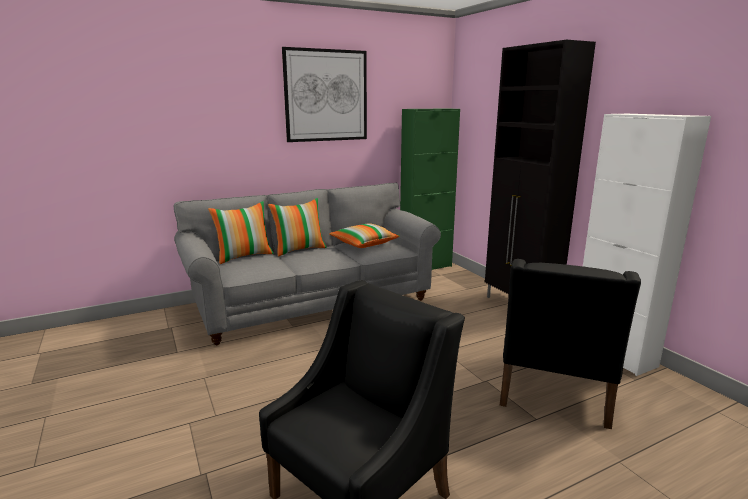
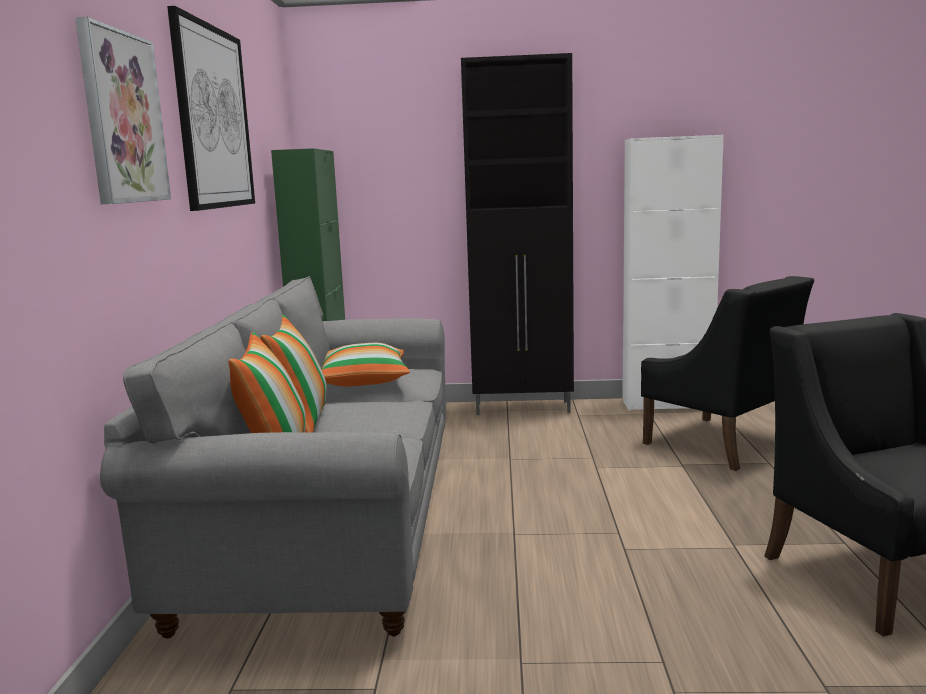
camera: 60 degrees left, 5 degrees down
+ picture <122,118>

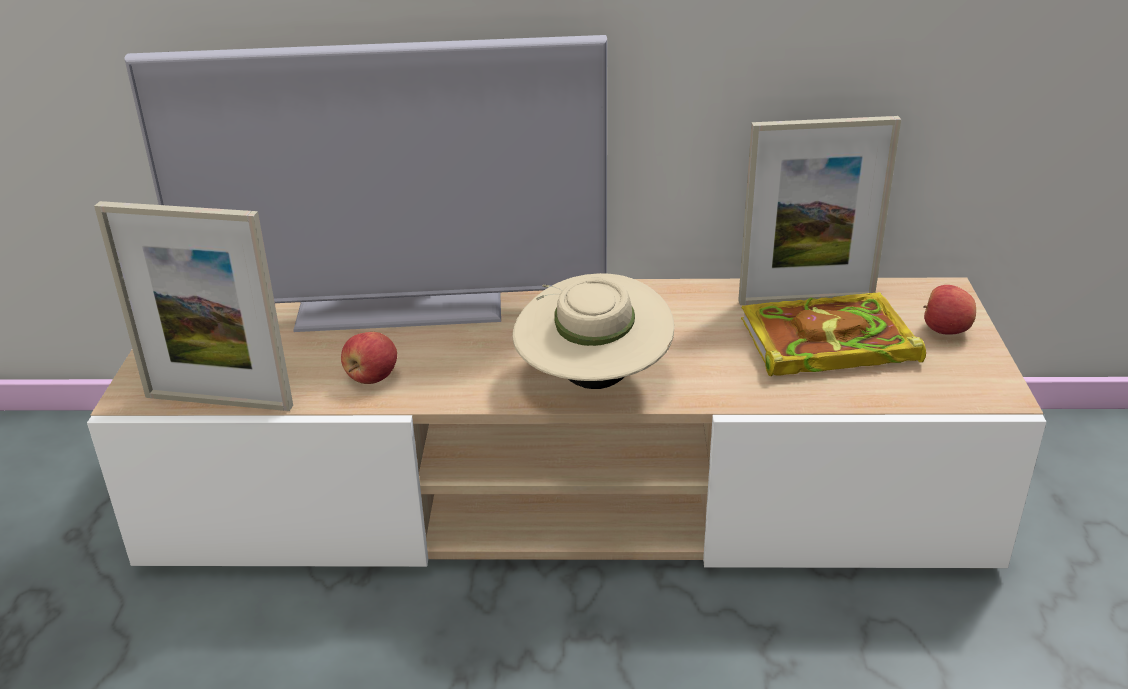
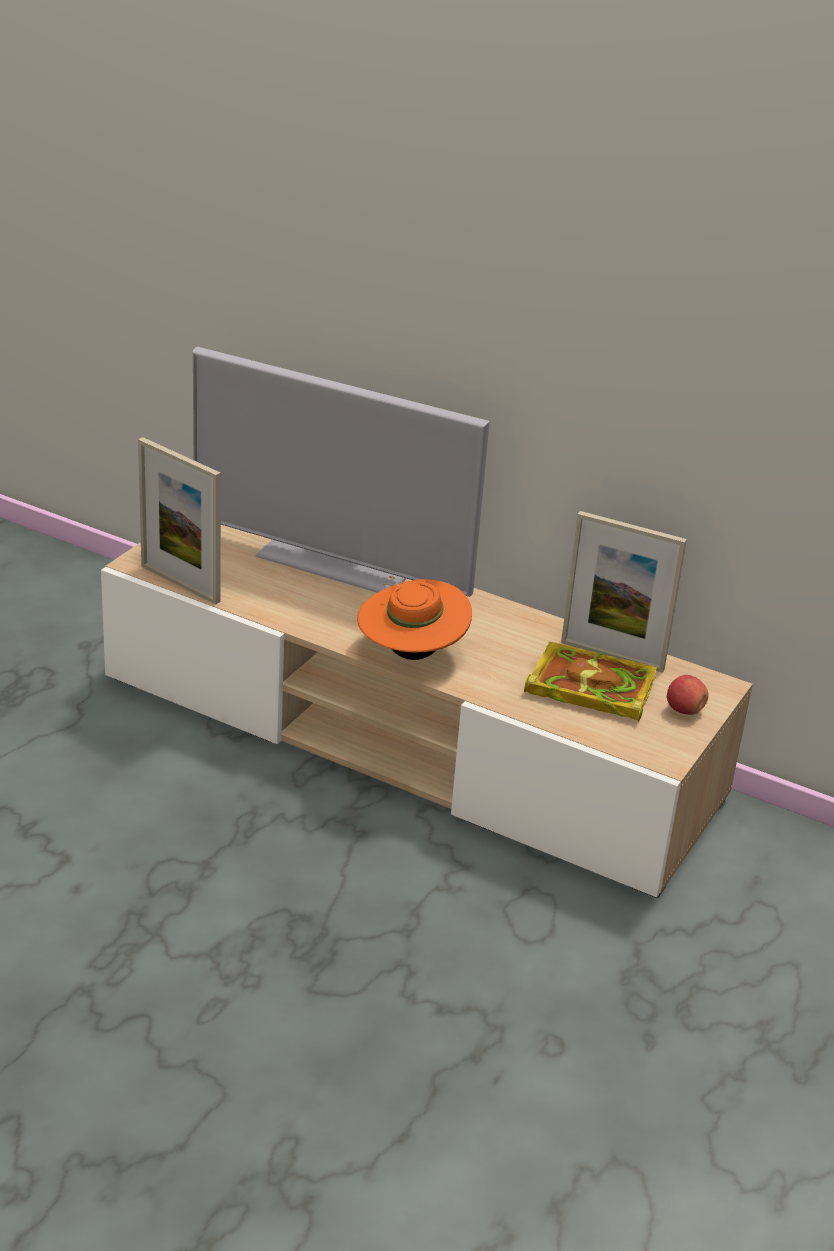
camera: 25 degrees right, 0 degrees up
~ hat in beige <592,380> to hat in orange <411,653>
- apple fruit <371,378>

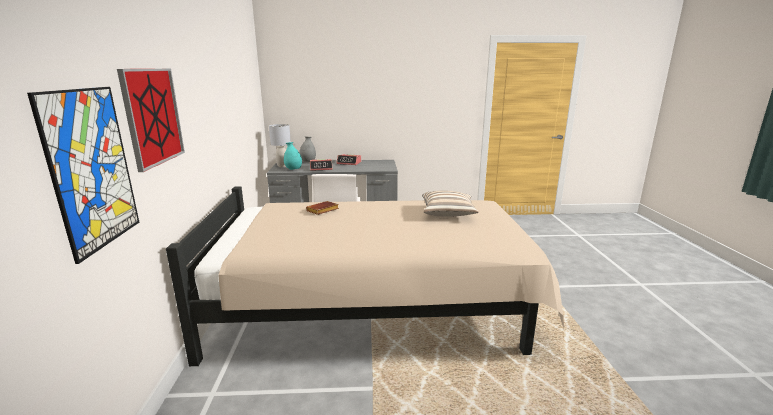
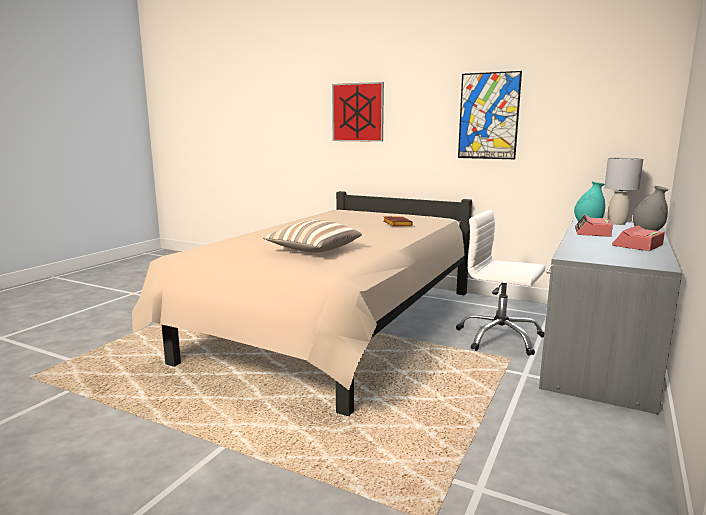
camera: 120 degrees right, 5 degrees down
~ picture <92,169> to <488,116>

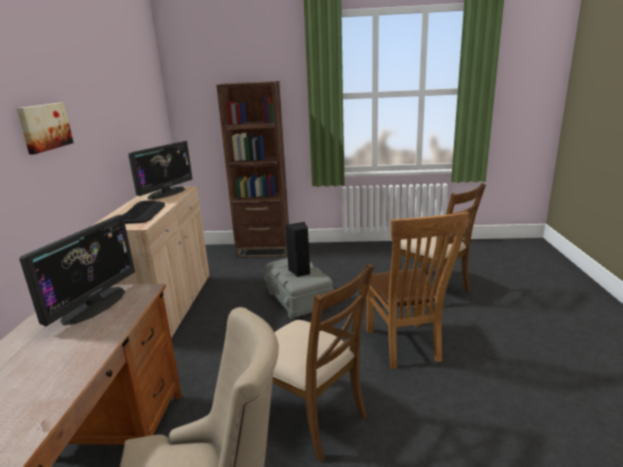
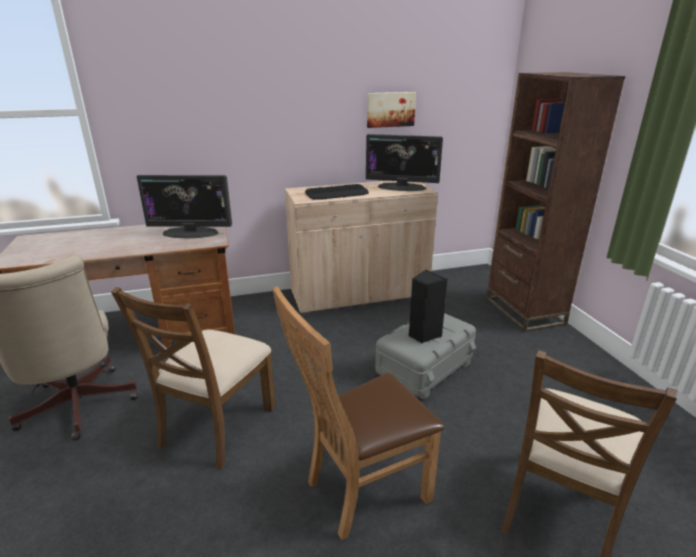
camera: 70 degrees right, 5 degrees up
~ picture <44,127> to <390,109>

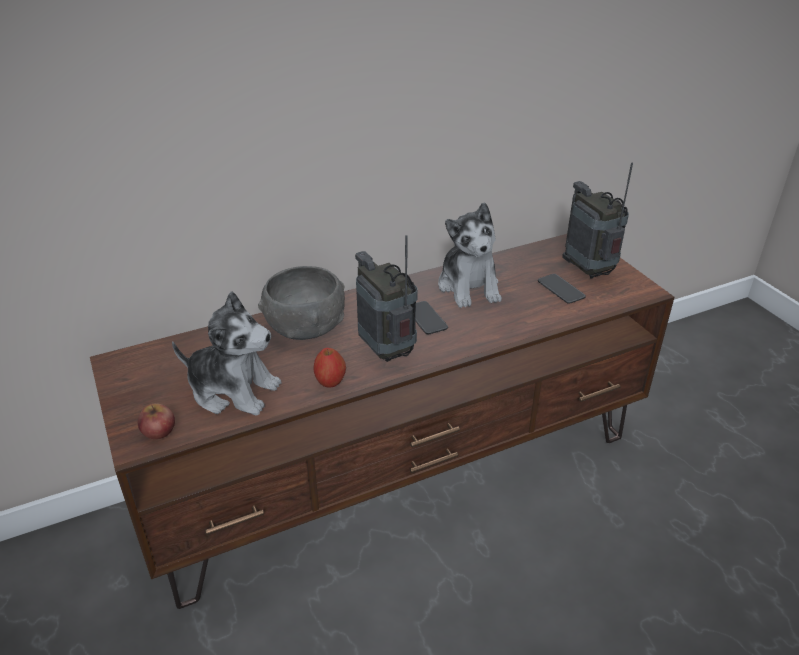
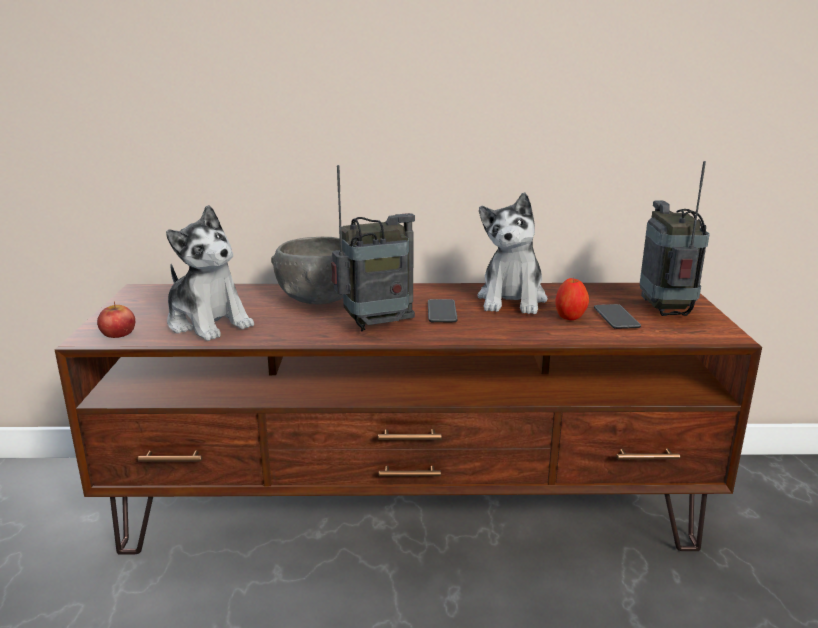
camera: 25 degrees right, 15 degrees down
~ radio set <387,351> = <376,326> 75 degrees clockwise
~ apple fruit <330,381> to <570,317>

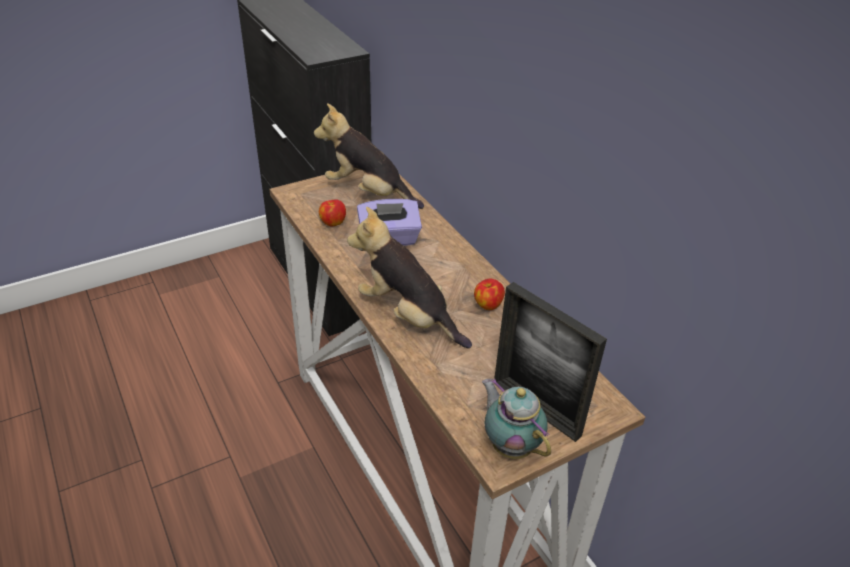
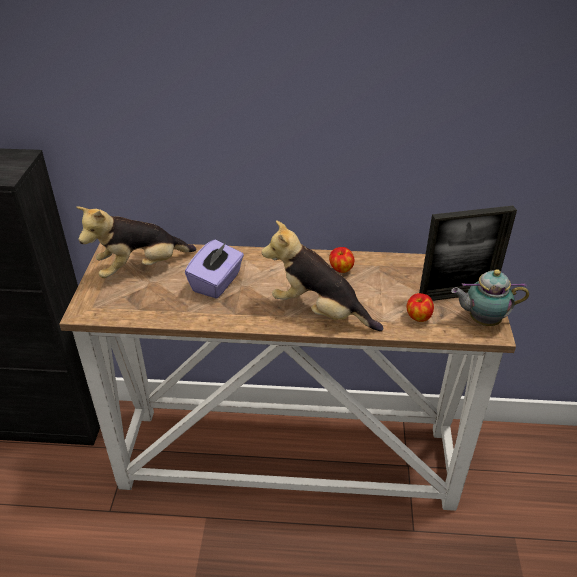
camera: 55 degrees left, 0 degrees up
~ apple fruit <333,222> to <418,317>
~ cuddly toy <408,316> = <319,312> 45 degrees clockwise

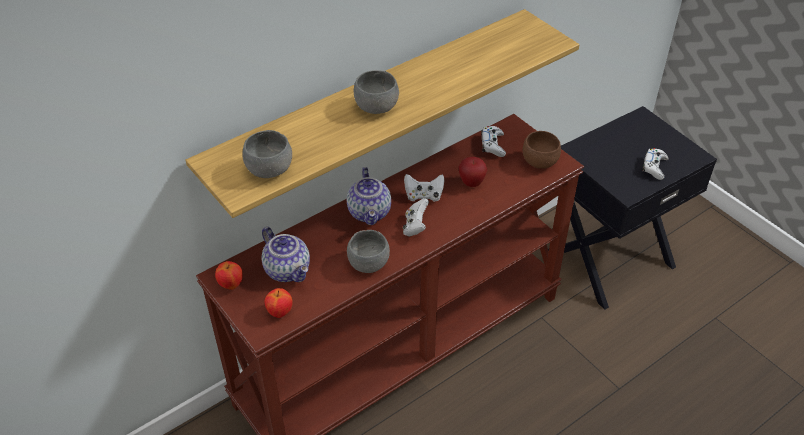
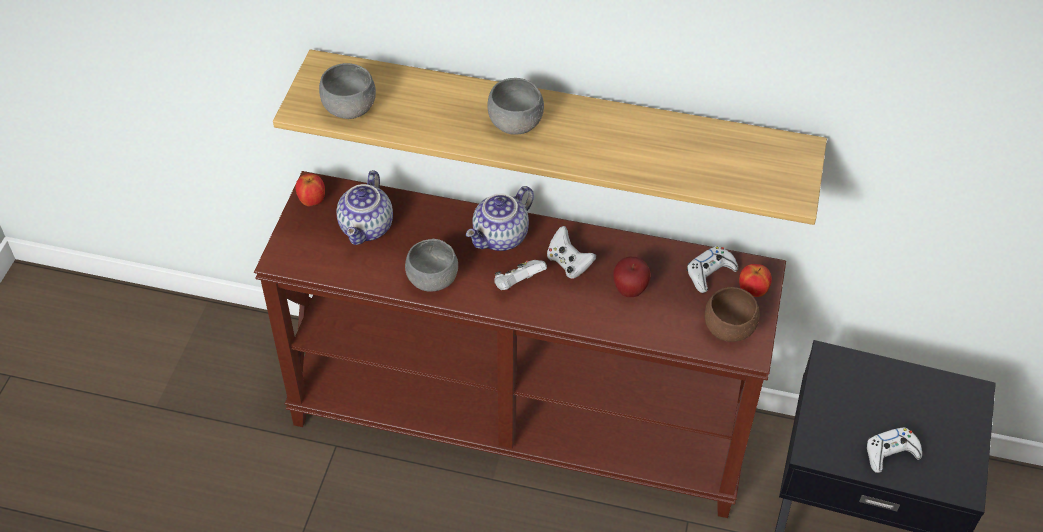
camera: 50 degrees right, 5 degrees up
~ apple fruit <280,312> to <752,292>

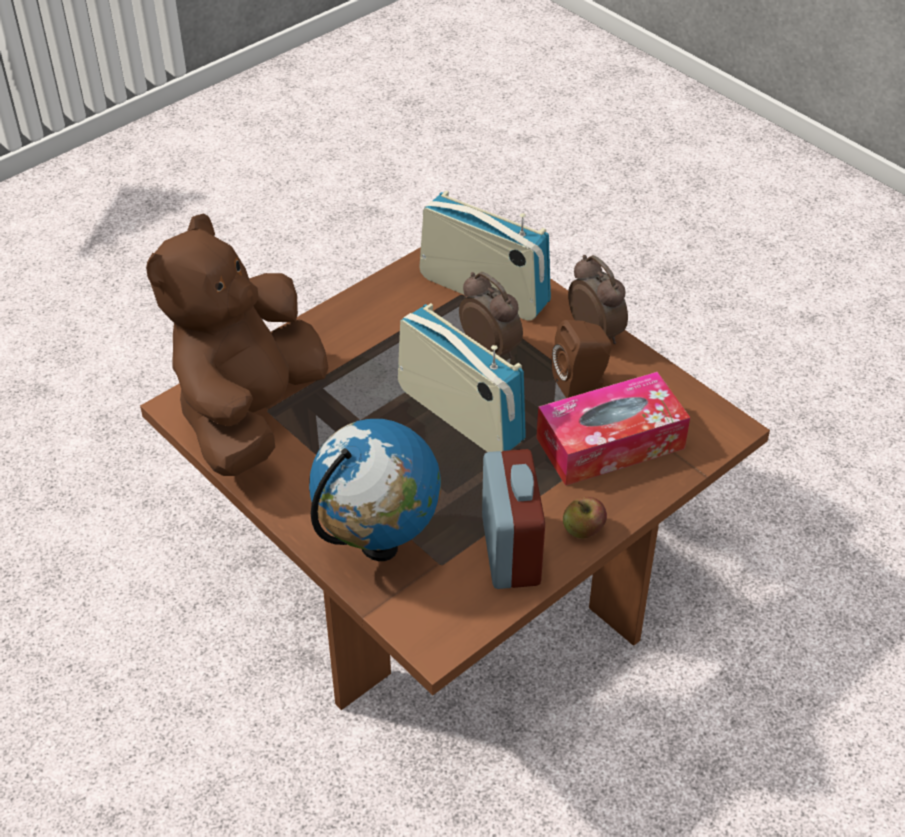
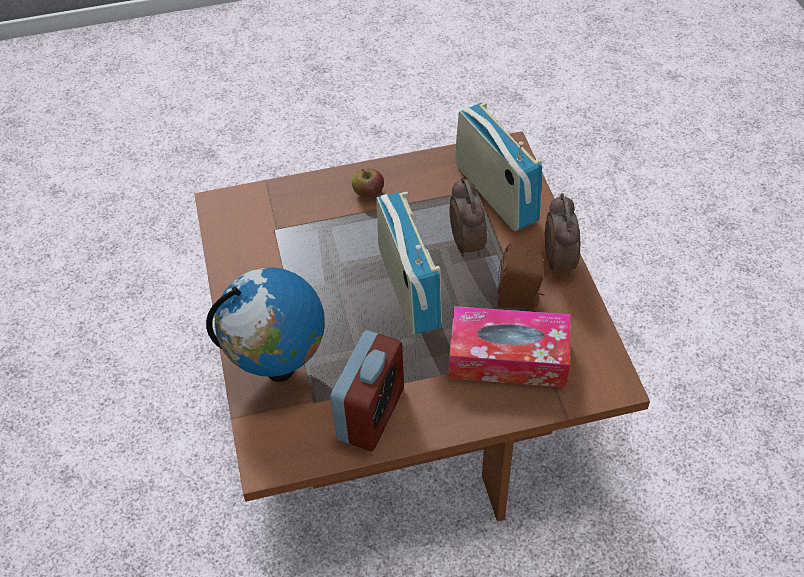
camera: 30 degrees right, 5 degrees up
- cuddly toy in brown <249,414>
~ apple fruit <583,530> to <368,192>

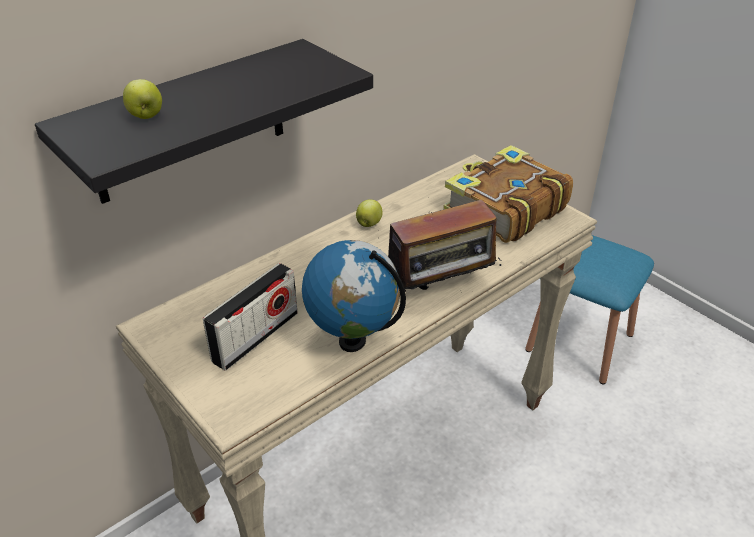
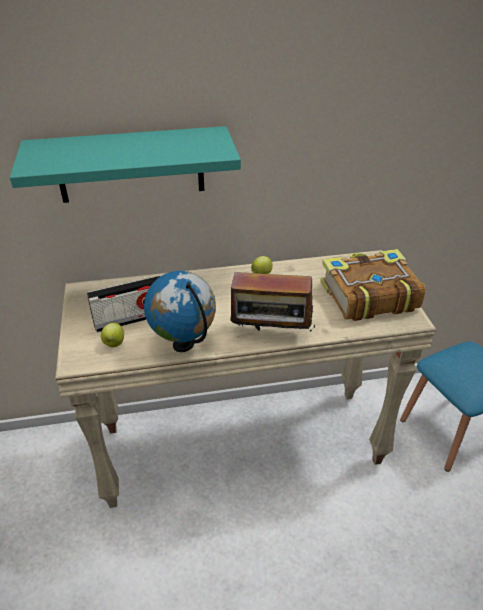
camera: 30 degrees right, 0 degrees up
~ bracket shelf in blackish <189,122> to bracket shelf in turquoise-coloured <130,165>
~ apple fruit <146,116> to <114,343>

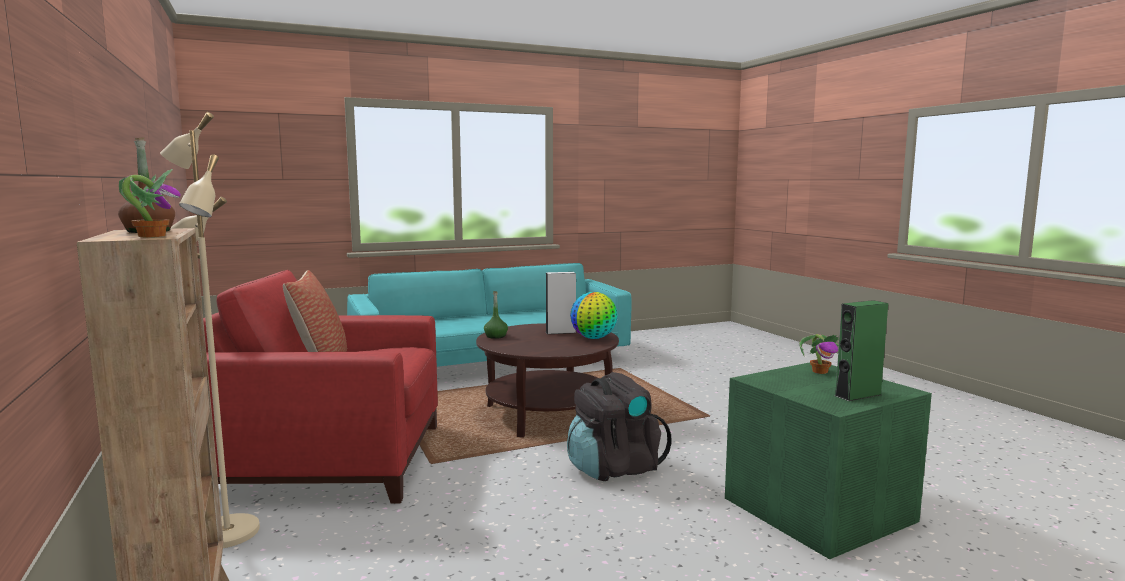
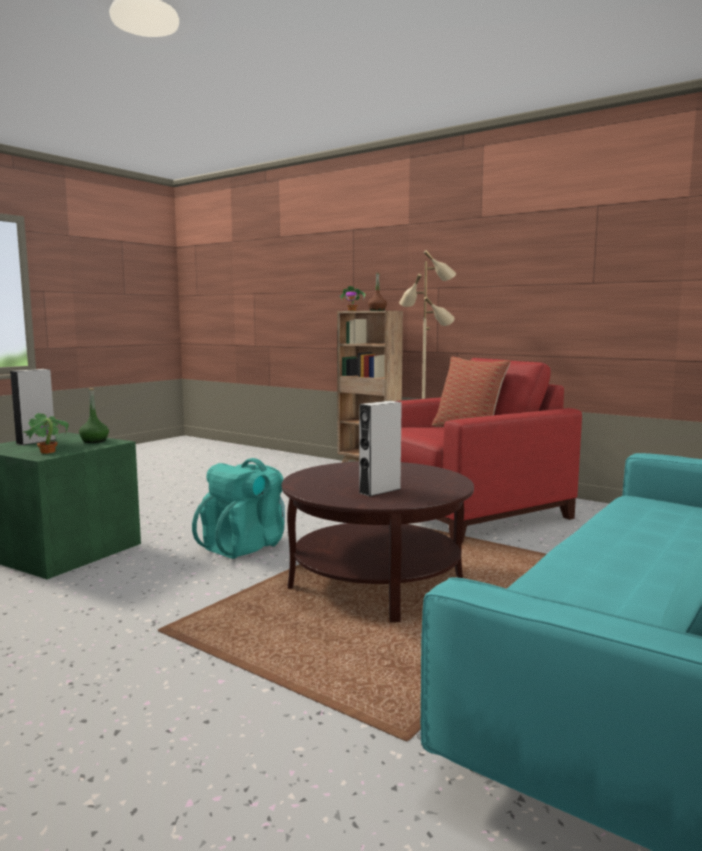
camera: 150 degrees right, 0 degrees up
~ beverage bottle in greenish <496,336> to <94,441>
- desk globe <594,338>
~ speaker in greenish <858,395> to speaker in greyish <36,441>
~ rucksack in blackish <614,468> to rucksack in turquoise-coloured <245,546>

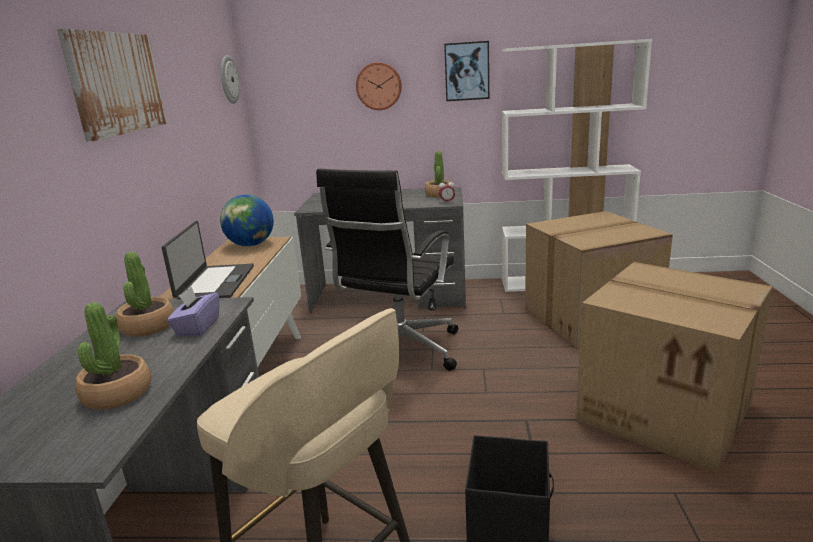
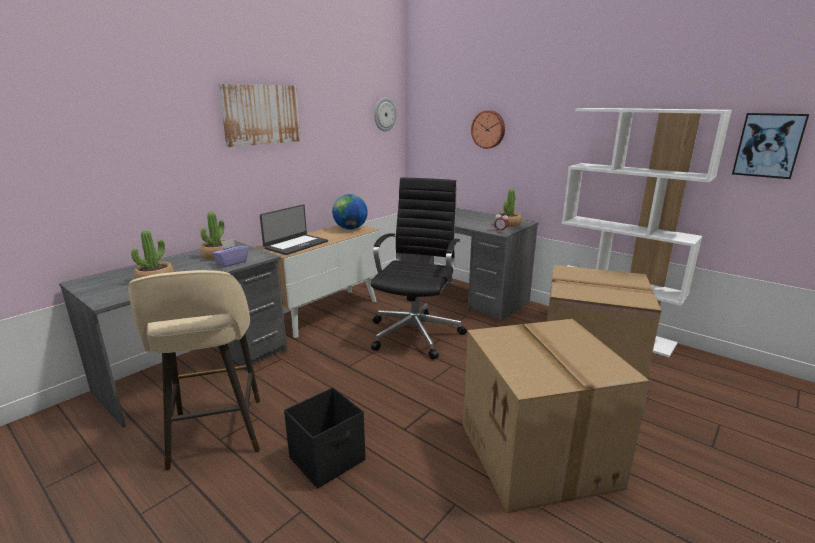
camera: 35 degrees right, 0 degrees up
~ picture <467,71> to <768,145>
~ desk chair in blackish <399,352> = <416,332> 135 degrees clockwise

